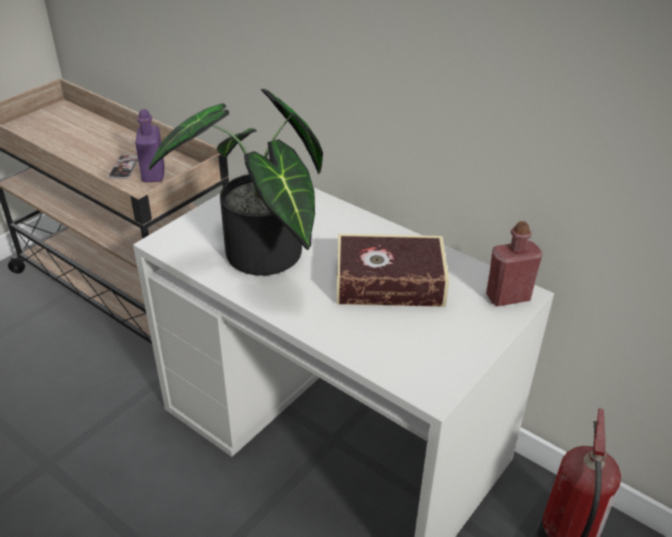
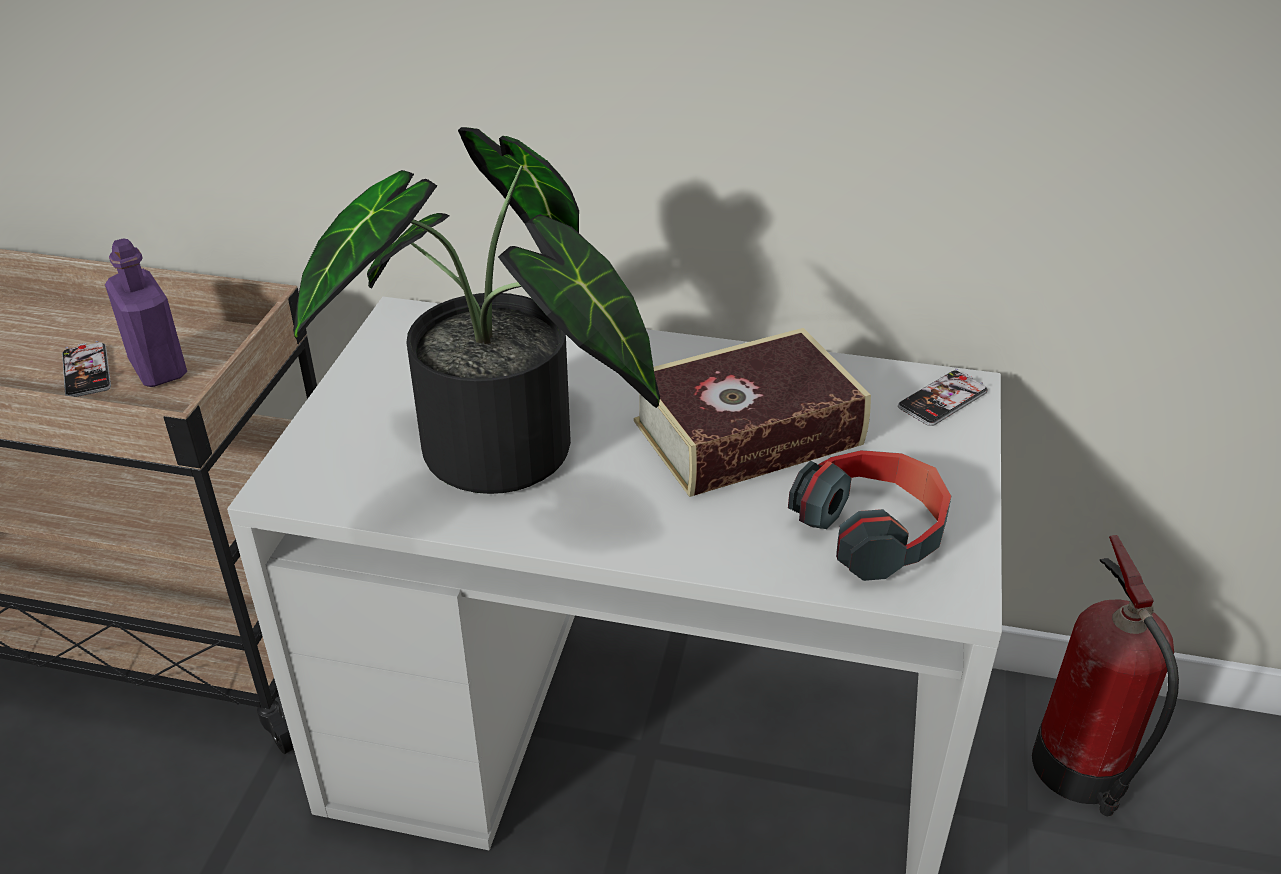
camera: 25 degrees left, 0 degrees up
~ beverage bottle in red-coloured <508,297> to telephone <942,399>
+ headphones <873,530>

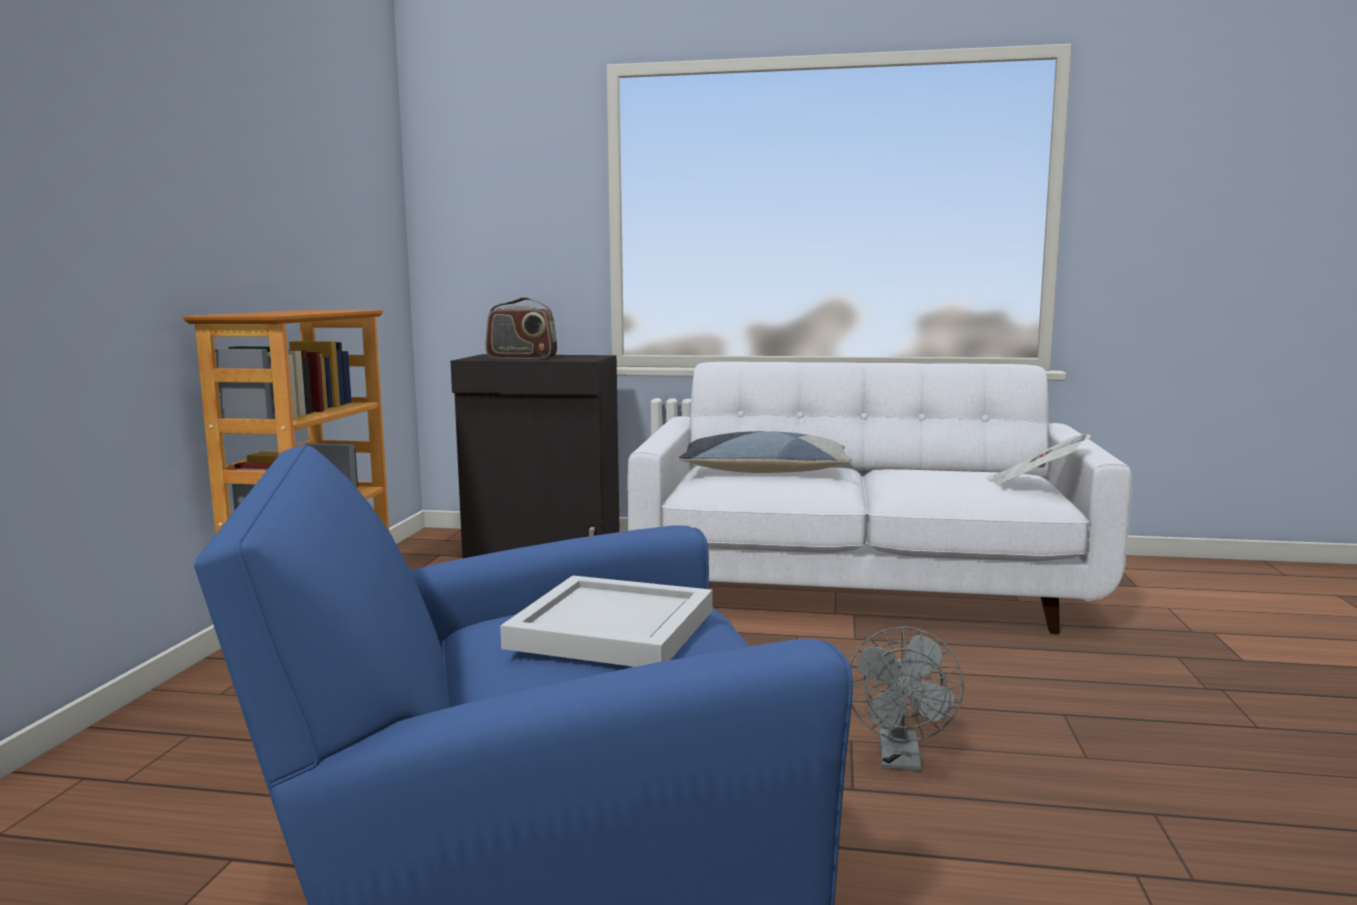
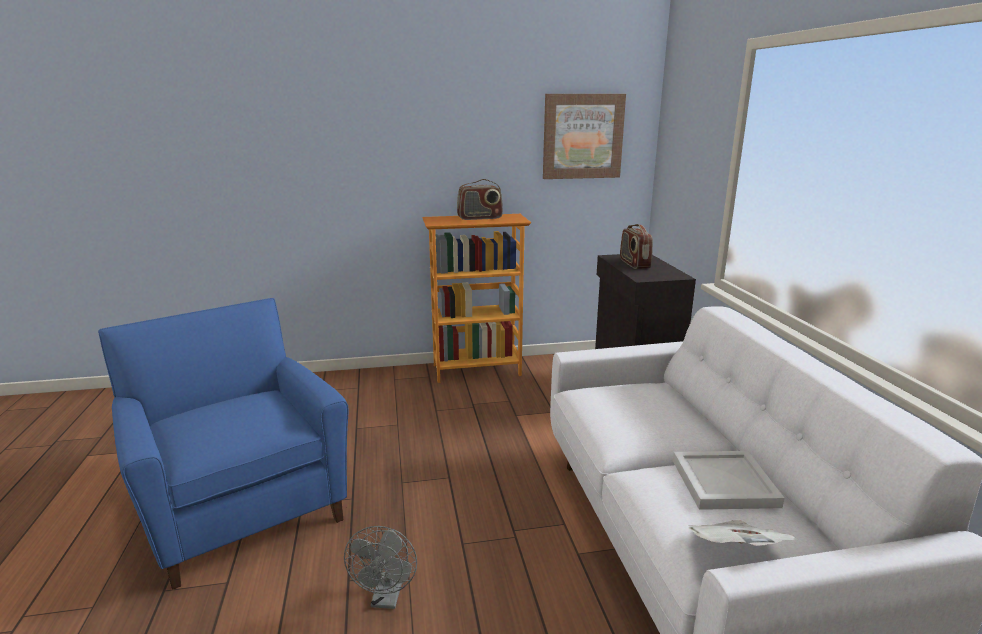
camera: 70 degrees right, 10 degrees up
- cushion <764,471>
~ tray in whitish <611,627> to <725,482>
~ electric fan in greyish <901,760> = <386,598> 75 degrees counterclockwise
+ picture <582,136>
+ radio set <479,218>

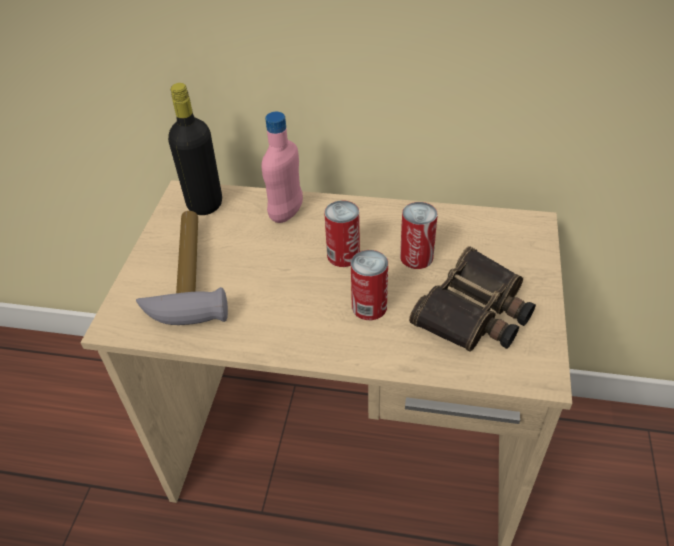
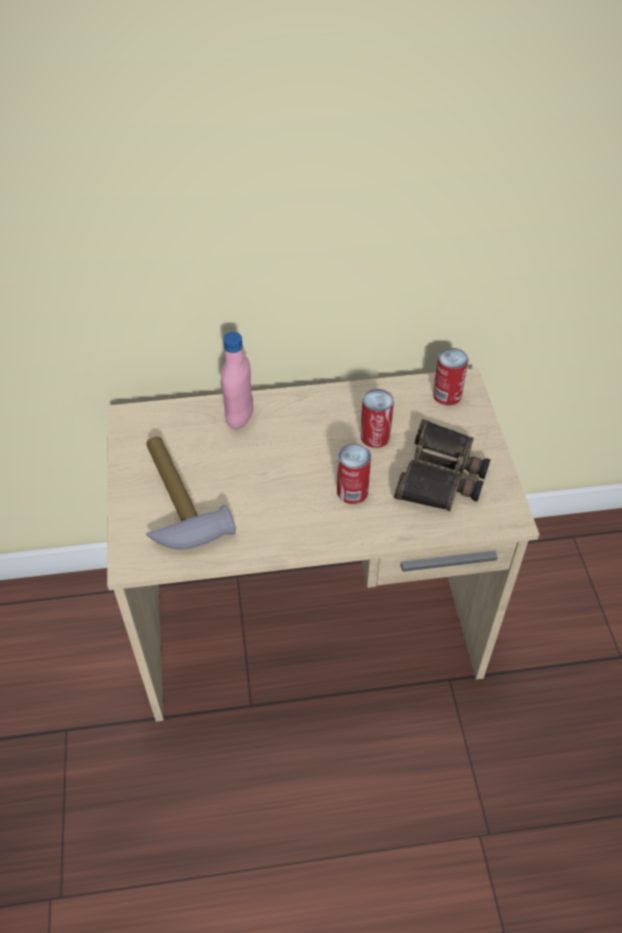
camera: 20 degrees left, 5 degrees up
- beverage bottle in blackish <205,204>
~ can <343,255> to <447,395>

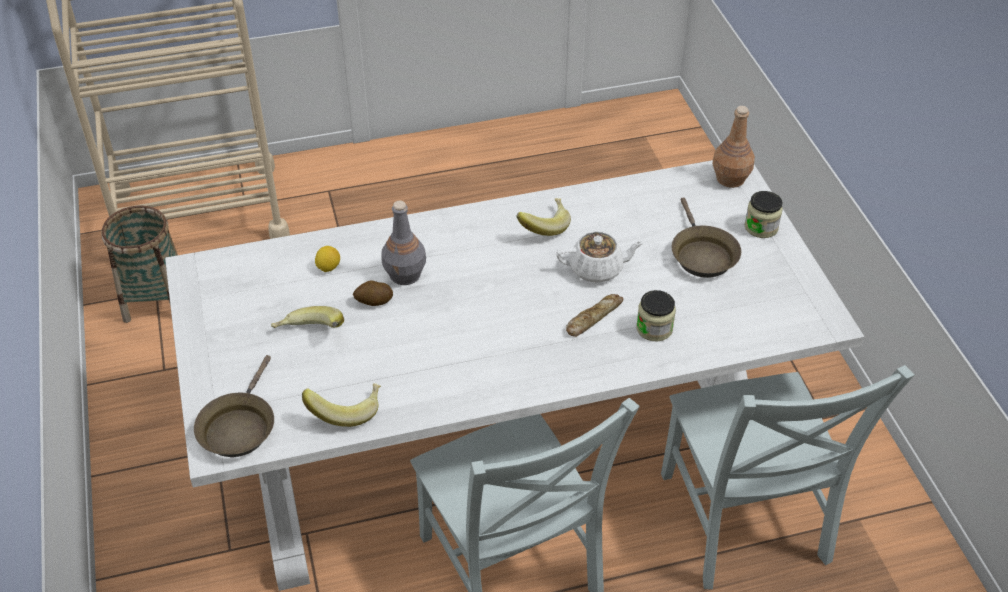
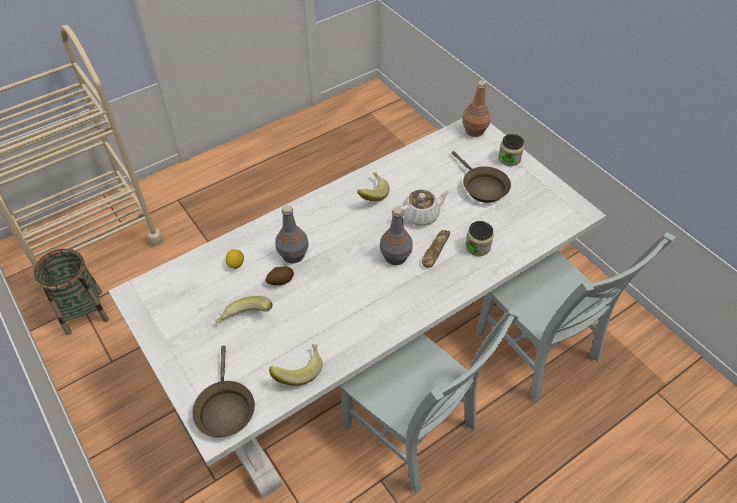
camera: 20 degrees left, 5 degrees up
+ beverage bottle in greyish <395,256>

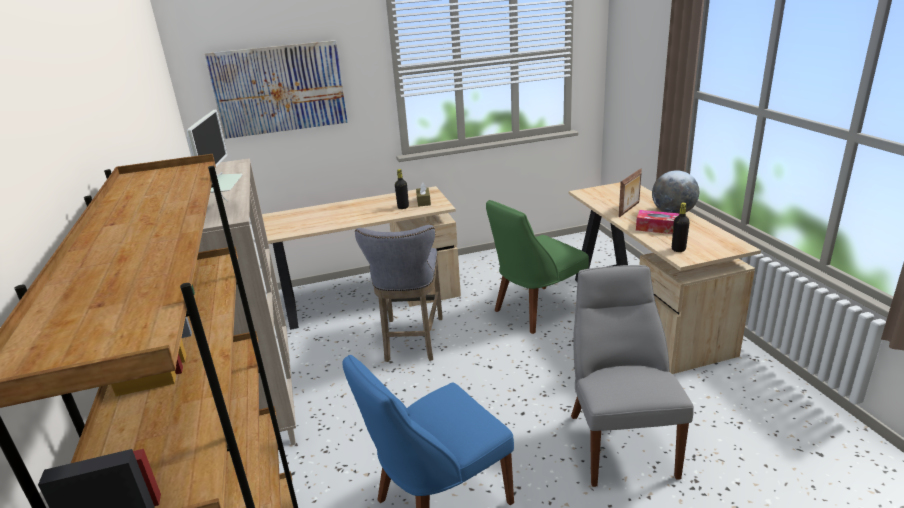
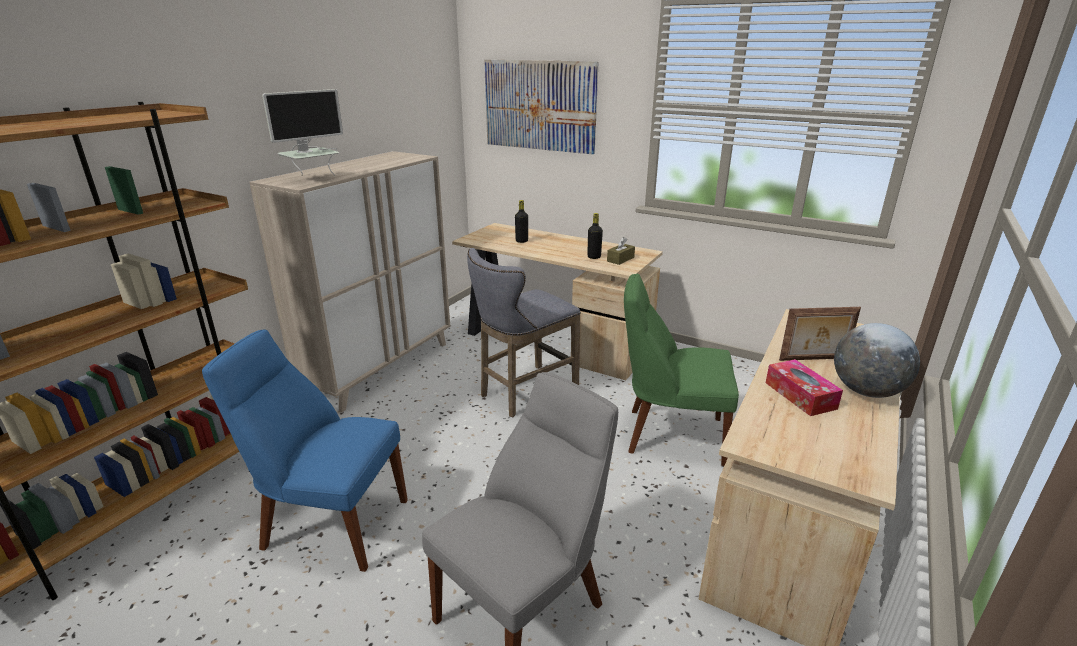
camera: 45 degrees right, 0 degrees up
~ beverage bottle in blackish <678,249> to <521,241>

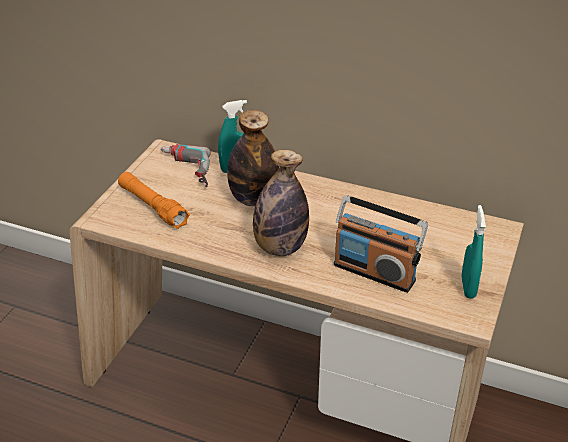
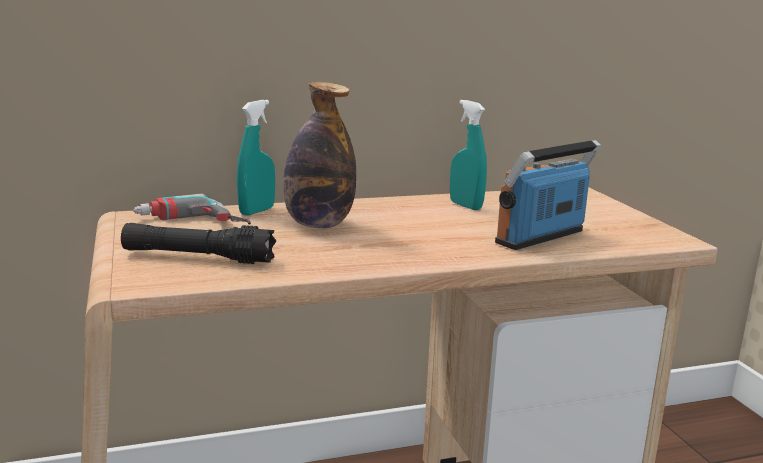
camera: 40 degrees left, 20 degrees down
- beverage bottle <280,247>
~ flashlight in orange <152,207> to flashlight in blackish <198,257>
~ radio set <374,272> = <541,237> 150 degrees clockwise
~ hand sprayer in turquoise-coloured <468,287> to <465,206>

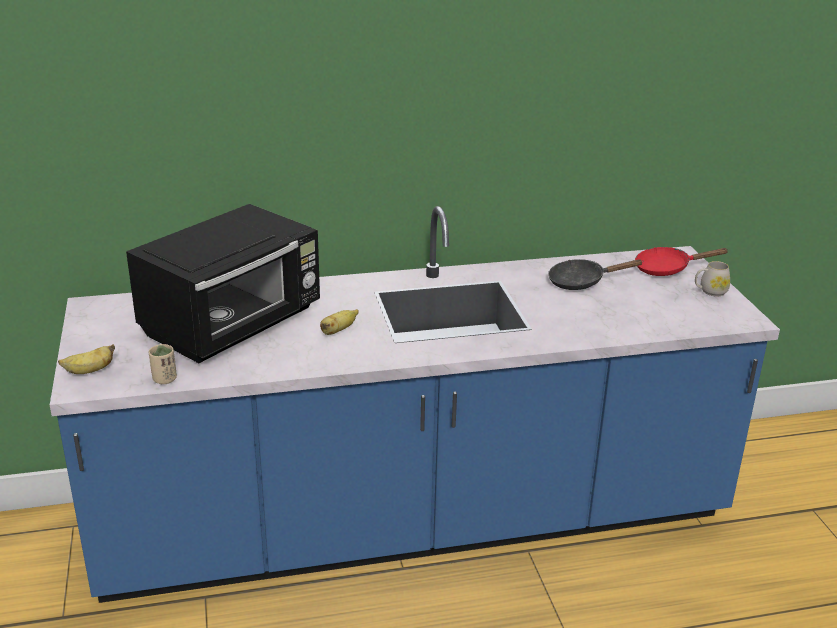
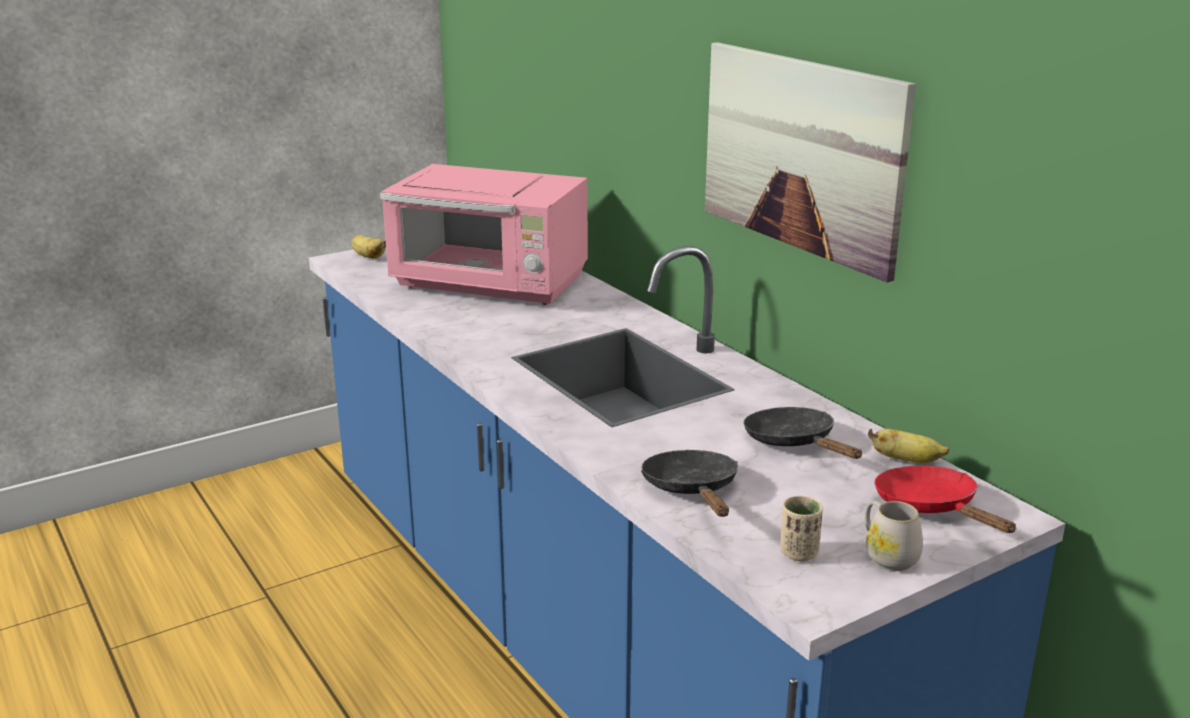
camera: 70 degrees right, 5 degrees down
~ microwave in blackish <234,325> to microwave in pink-coloured <491,285>
~ whole banana <338,331> to <906,461>
~ cup in beige <164,379> to <798,553>
+ picture <801,154>
+ pan in blackish <692,490>

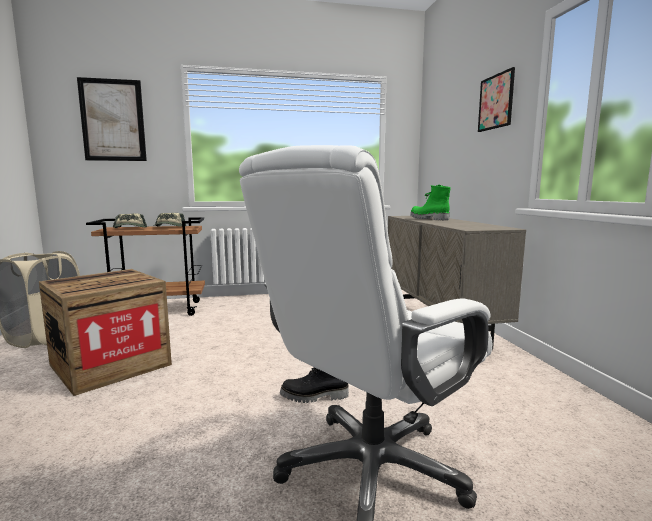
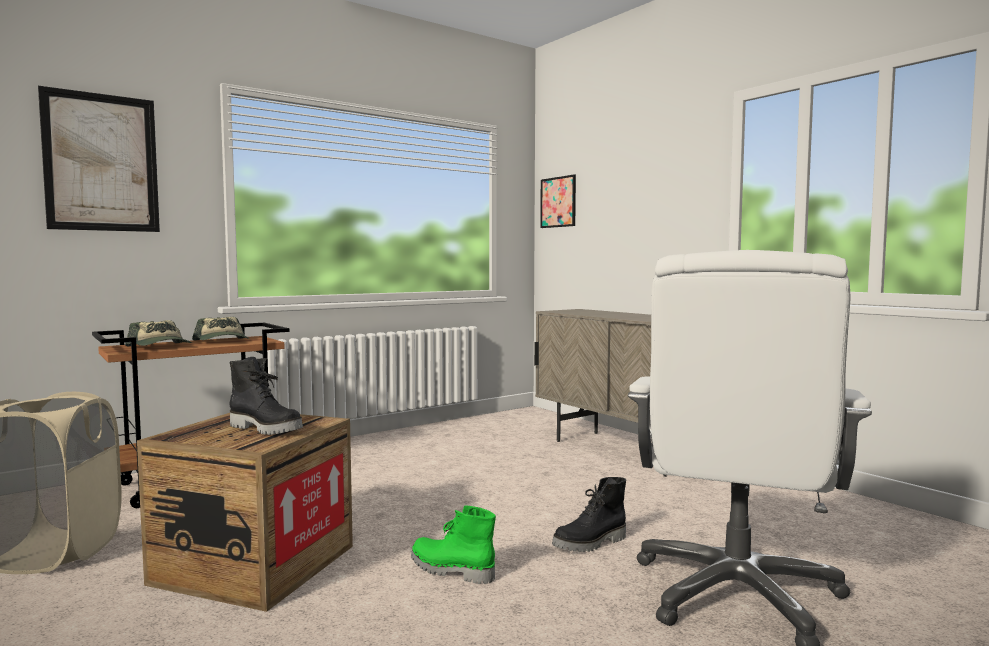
camera: 25 degrees left, 5 degrees down
~ picture <496,102> to <558,202>
~ high-top boot in greenish <428,219> to <451,571>
+ high-top boot in blackish <267,429>

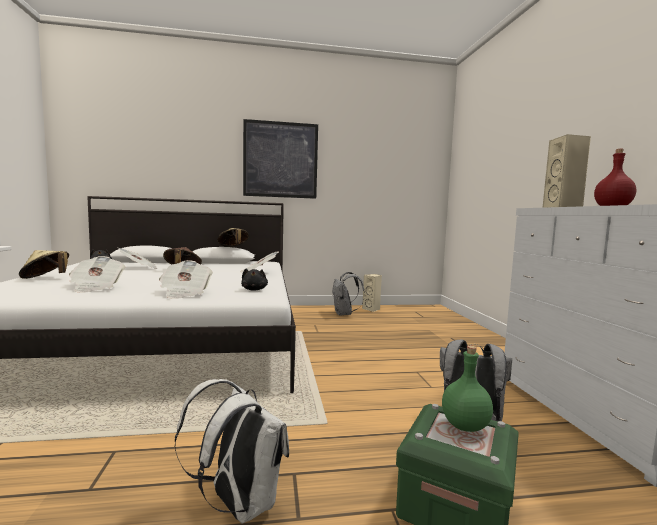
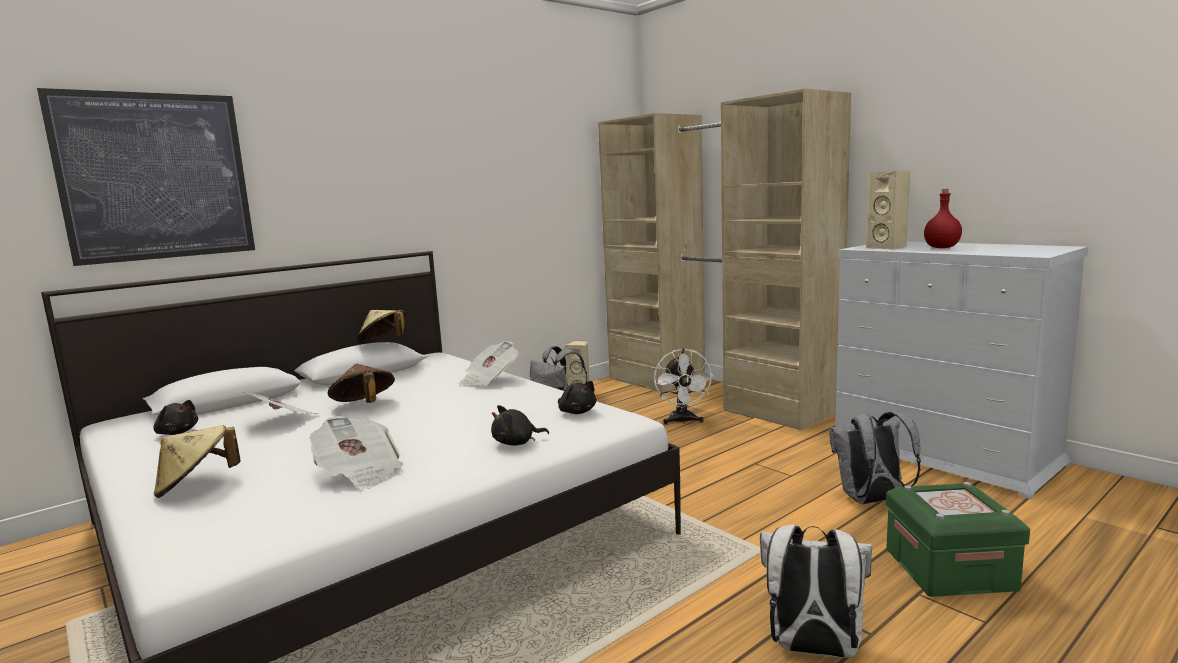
camera: 30 degrees left, 5 degrees up
~ picture <280,160> to <156,177>
~ printed paper <185,293> to cuddly toy in blackish <516,443>
- beverage bottle in greenish <466,426>
+ wardrobe in beige <714,393>
+ electric fan in whitish <683,421>

